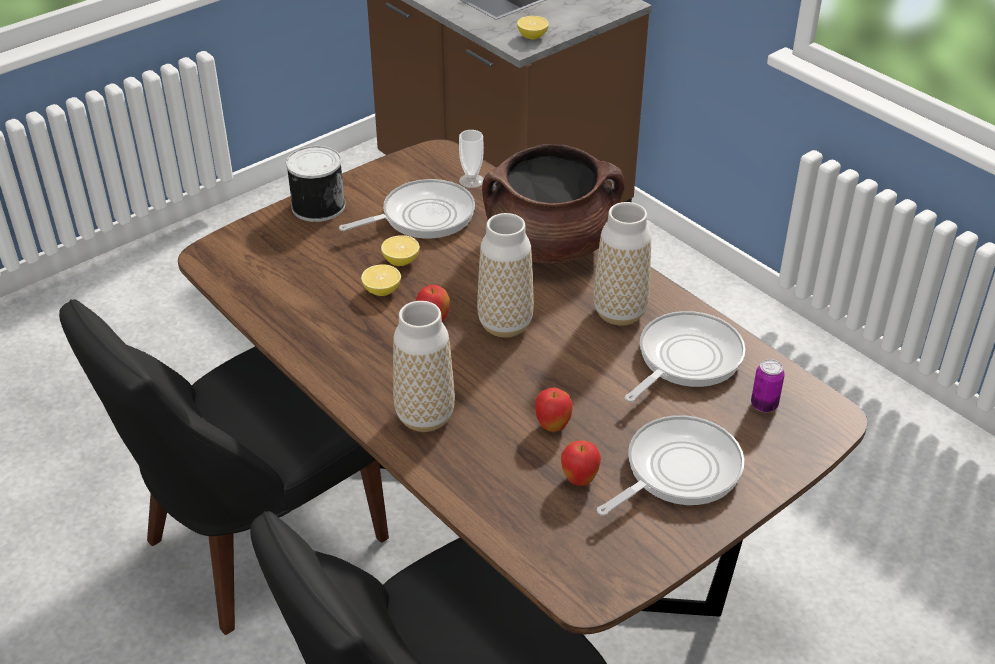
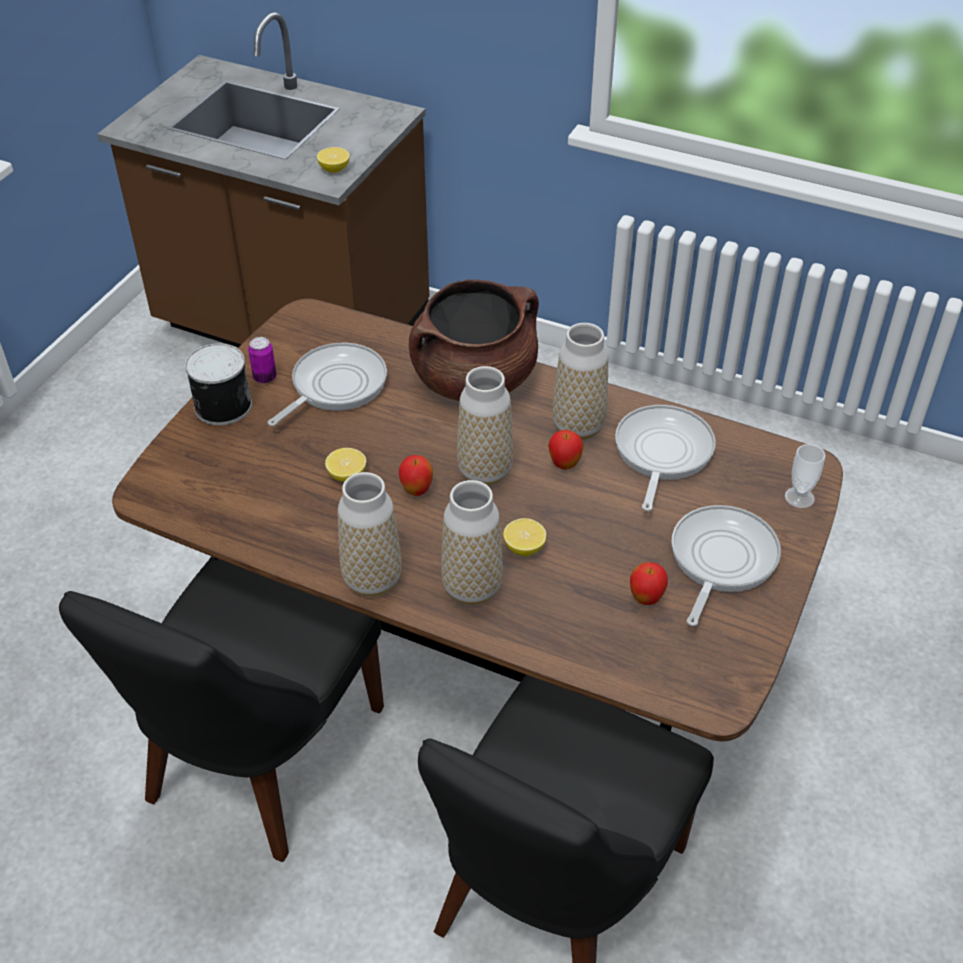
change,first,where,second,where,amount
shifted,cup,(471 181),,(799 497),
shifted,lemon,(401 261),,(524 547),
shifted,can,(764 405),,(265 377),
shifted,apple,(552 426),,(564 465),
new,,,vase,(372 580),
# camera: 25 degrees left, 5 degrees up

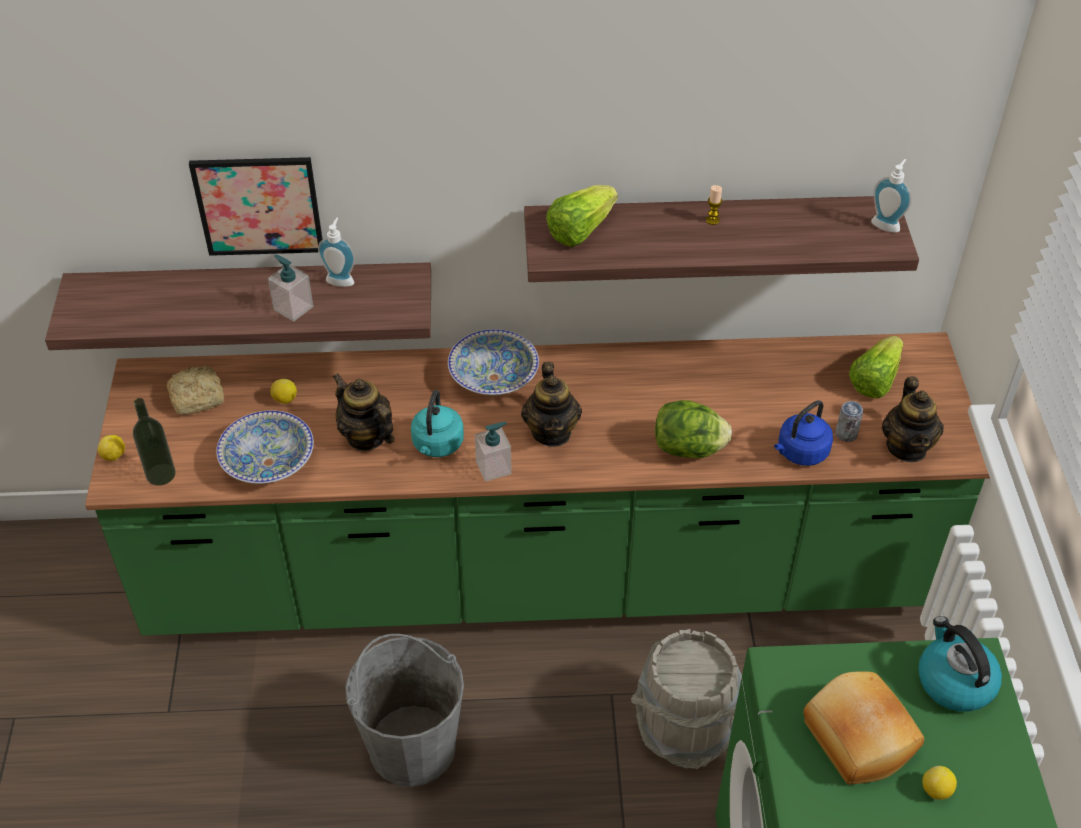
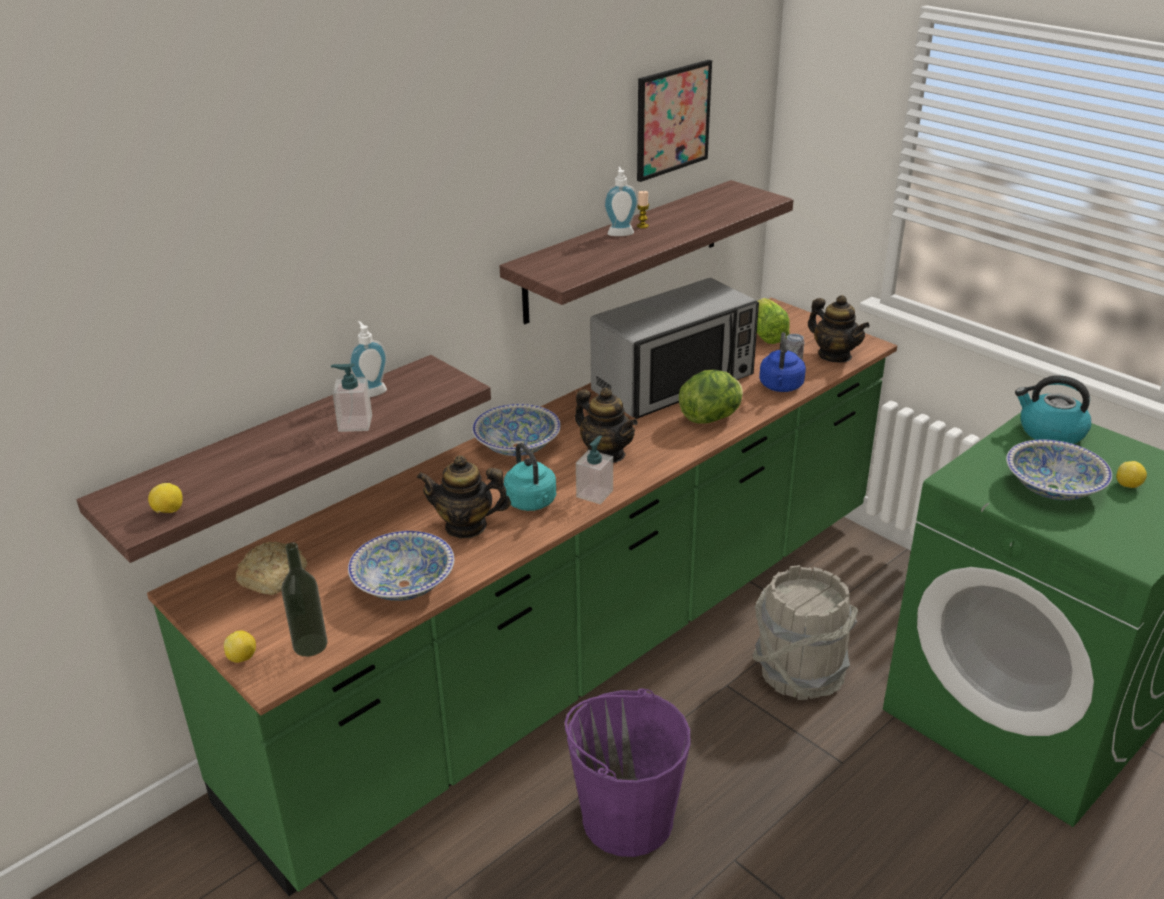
change,first,where,second,where,amount
shifted,picture,(258 205),,(672 120),
shifted,soap dispenser,(886 224),,(620 232),
gone,lettuce,(580 230),,,
shifted,lemon,(285 399),,(168 511),
repainted,bucket/grey,(412 746),bucket/purple,(626 818),
swapped,bread,(856 739),bowl,(1052 488),
new,,,microwave,(674 383),
# camera: 40 degrees left, 15 degrees down

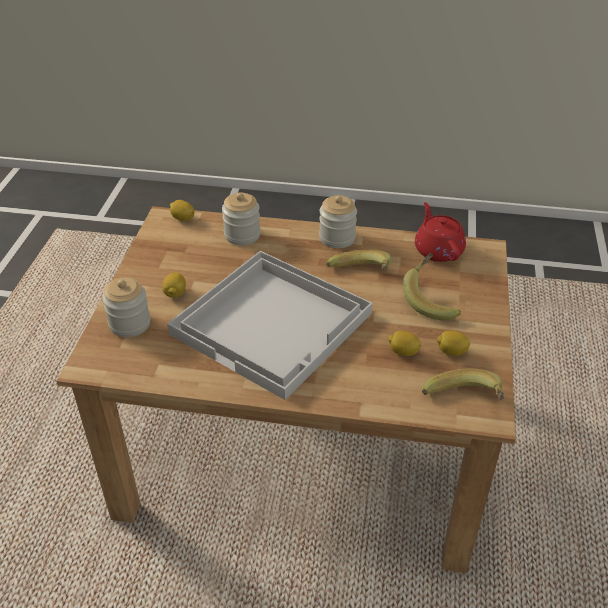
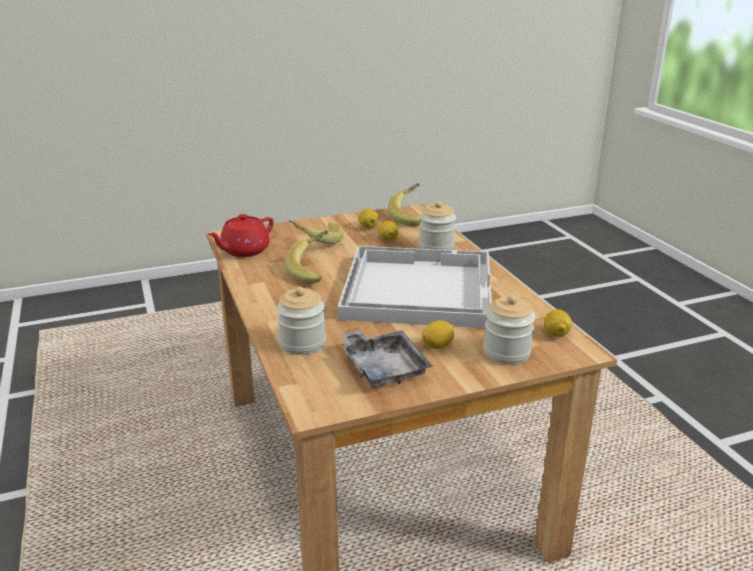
change,first,where,second,where,amount
shifted,jar,(337 238),,(436 247),
shifted,lemon,(183 219),,(556 334),
new,,,tray/grey,(383 368),
# camera: 120 degrees left, 15 degrees down

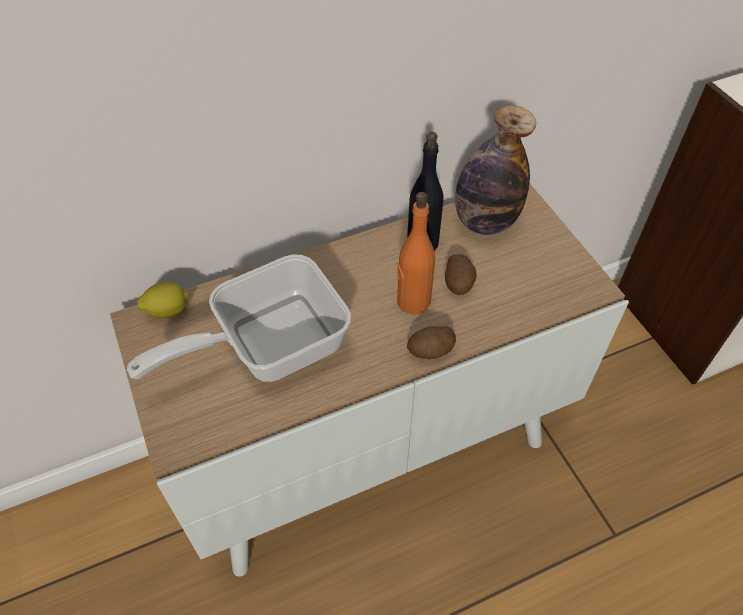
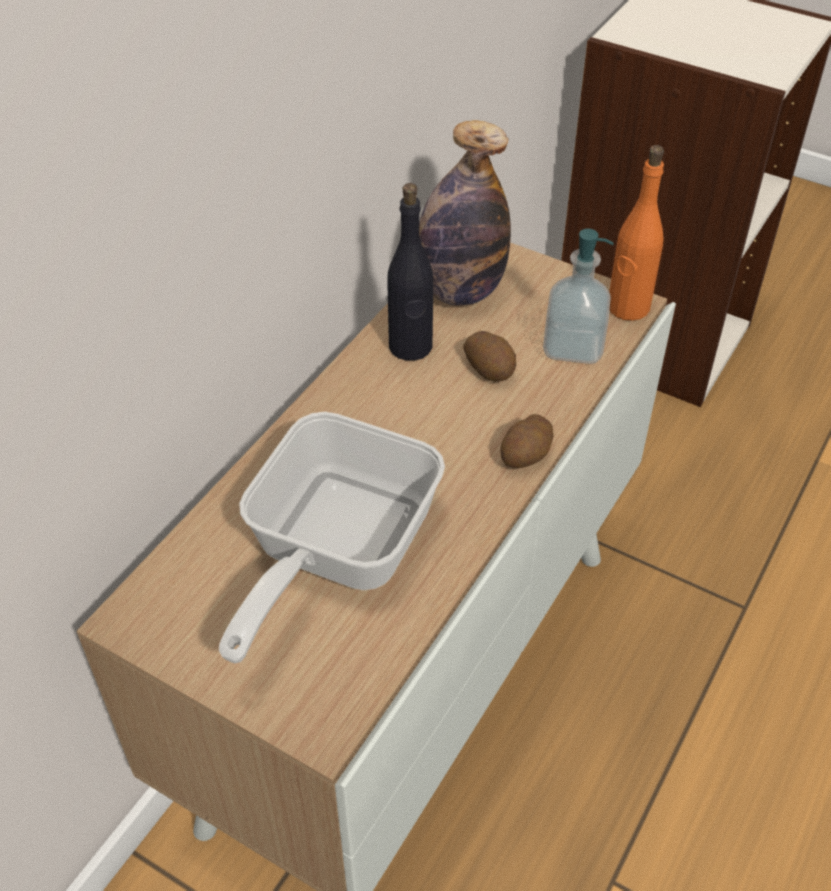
change,first,where,second,where,amount
shifted,bottle/orange,(413 301),,(628 307),
gone,lemon,(168 311),,,
new,,,soap dispenser,(573 346),
# camera: 35 degrees left, 5 degrees down

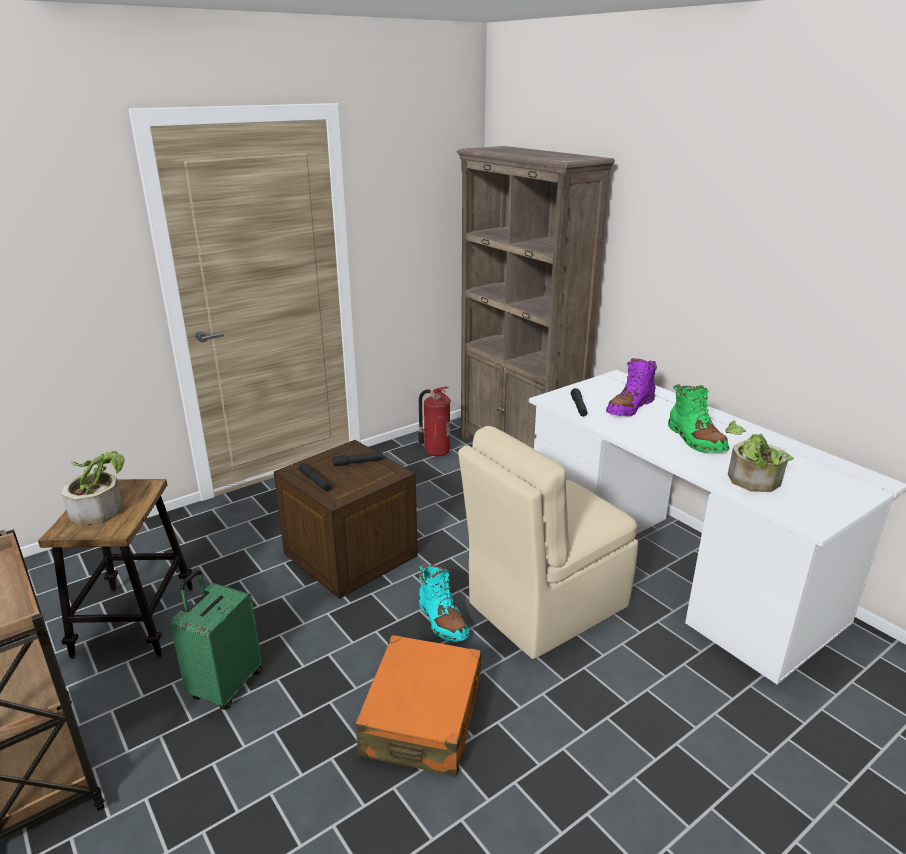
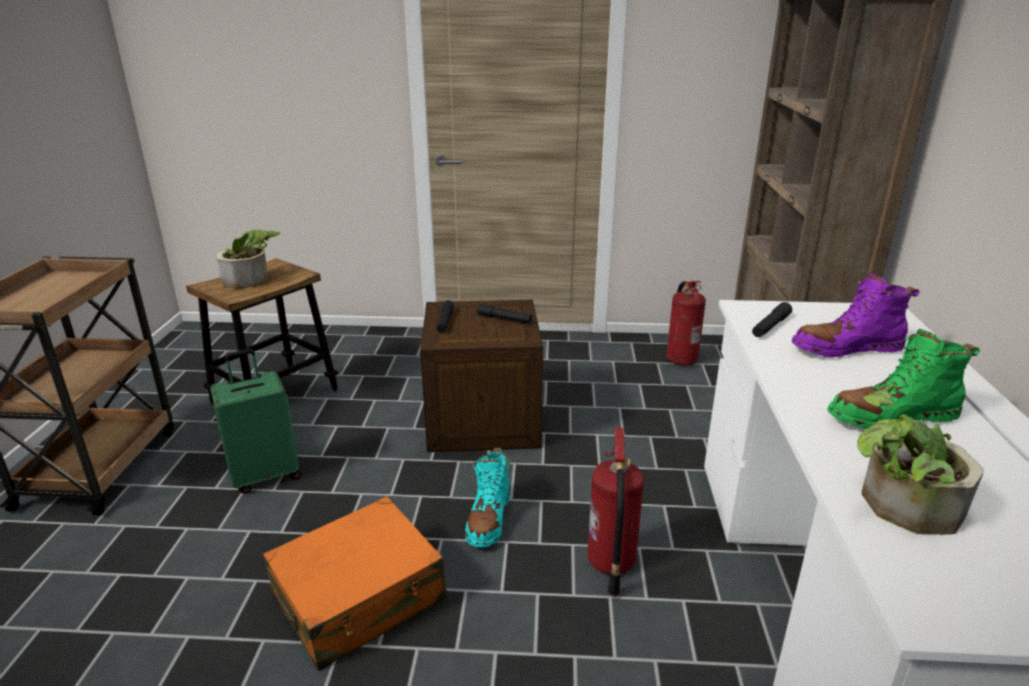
change,first,where,second,where,amount
rotated,boot/green,(695 439),,(891 417),60 degrees clockwise
swapped,chair/beige,(544 606),fire extinguisher,(610 564),
# camera: 40 degrees right, 0 degrees up

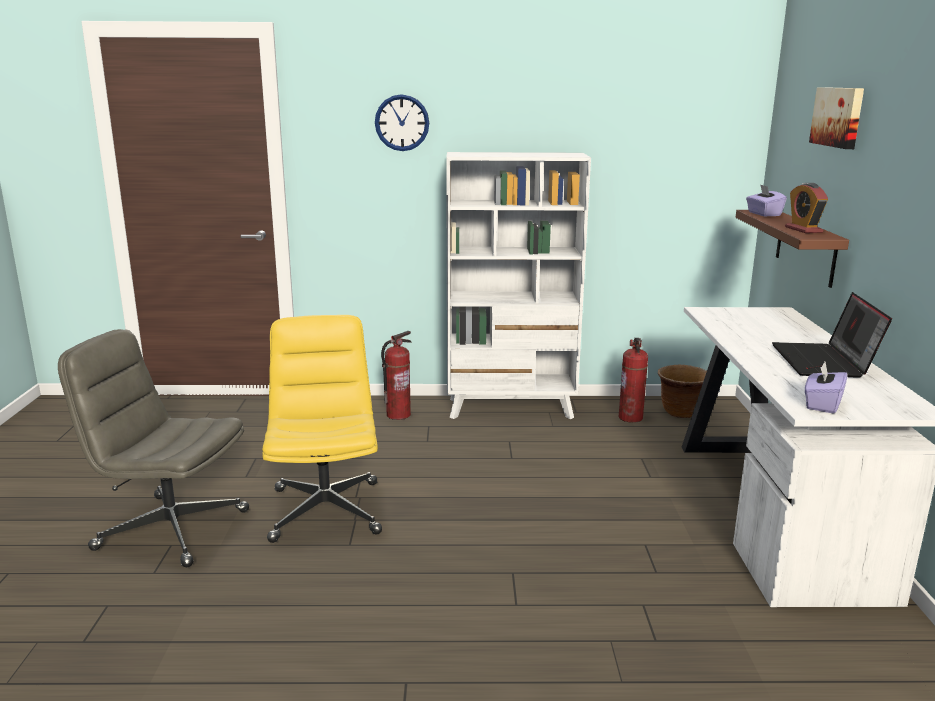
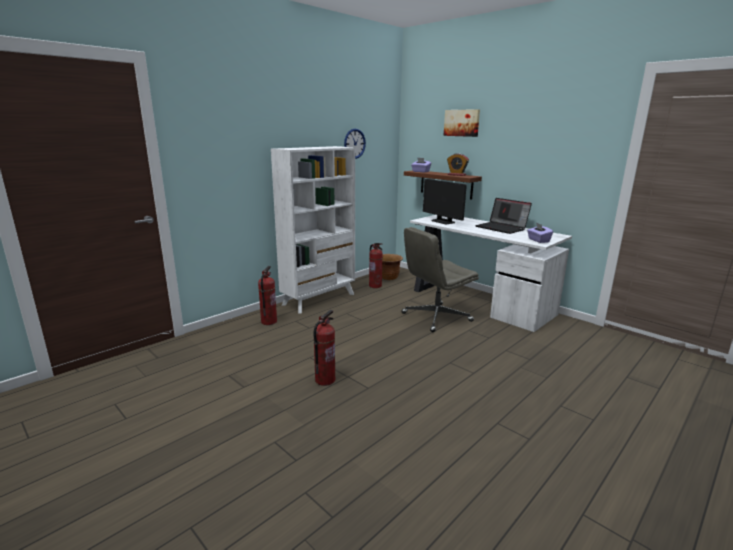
change,first,where,second,where,amount
shifted,wall clock,(402 123),,(354 143),
swapped,office chair/yellow,(325 510),fire extinguisher,(325 380),
shifted,office chair/grey,(170 529),,(436 317),
new,,,monitor,(443 221),
# camera: 45 degrees left, 0 degrees up

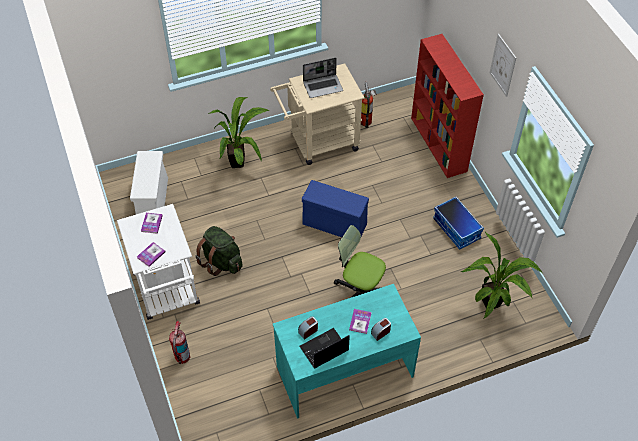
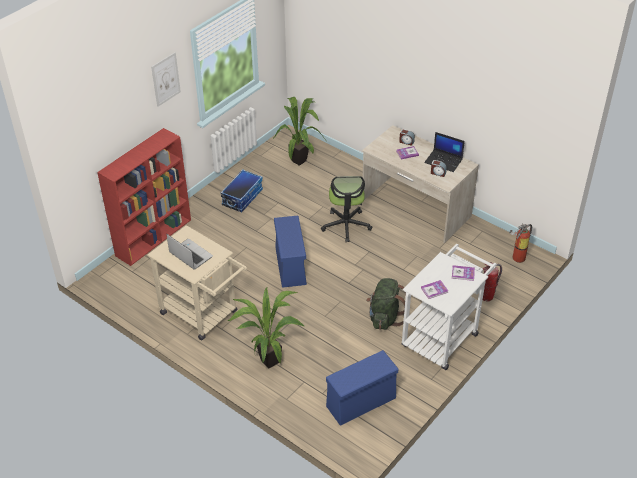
change,first,where,second,where,amount
shifted,fire extinguisher,(366 120),,(516 258),
repainted,storage box/white,(152 199),storage box/blue,(360 403),
repainted,desk/turquoise,(344 370),desk/beige,(415 208),
# camera: 120 degrees left, 10 degrees down

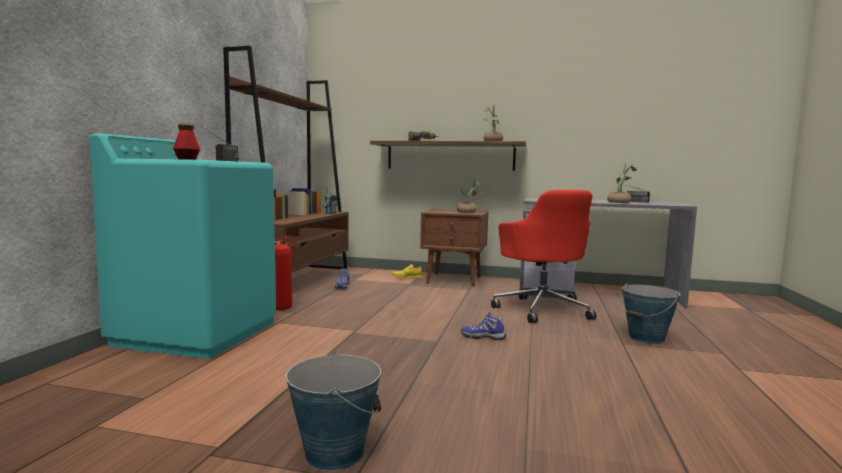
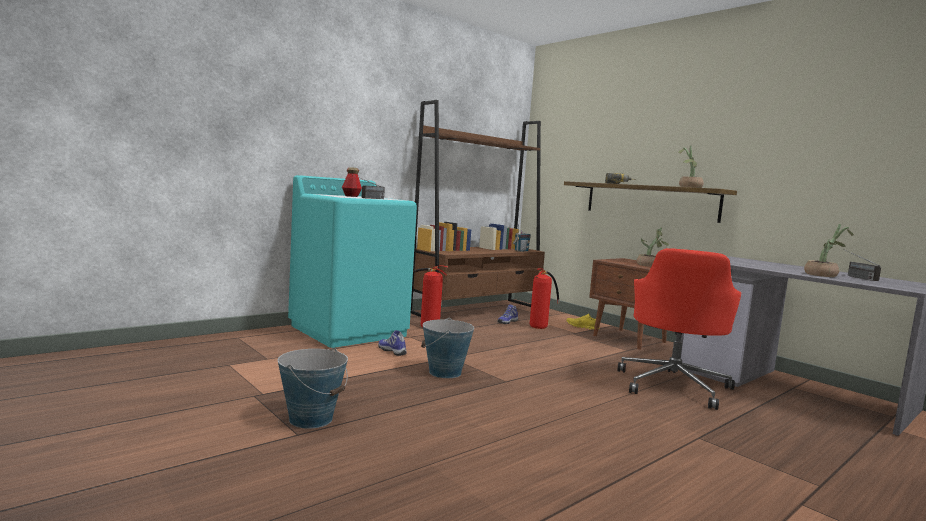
change,first,where,second,where,amount
shifted,bucket,(646 338),,(445 372),
shifted,shoe,(483 337),,(392 351),
new,,,fire extinguisher,(542 325),
# camera: 35 degrees right, 0 degrees up

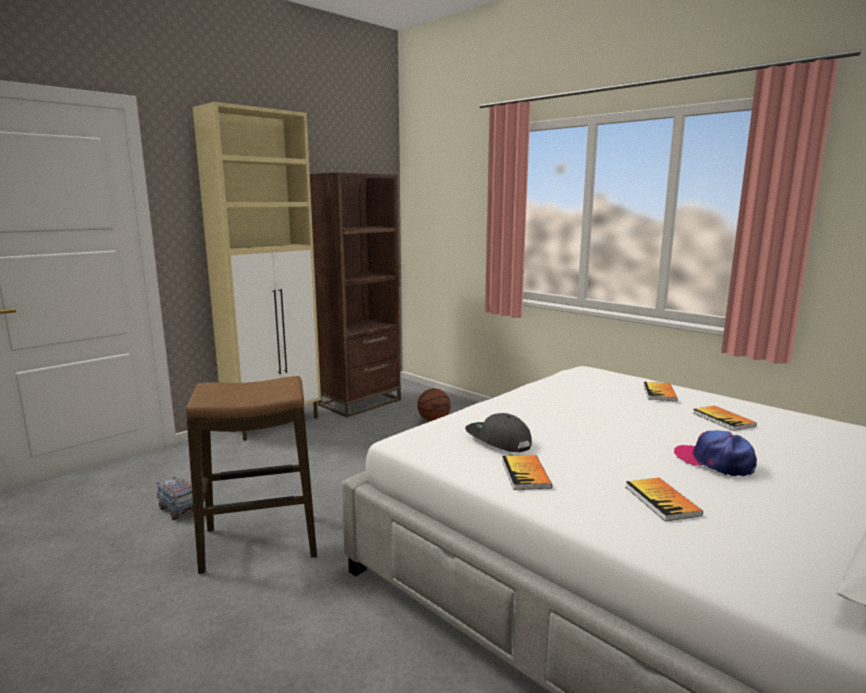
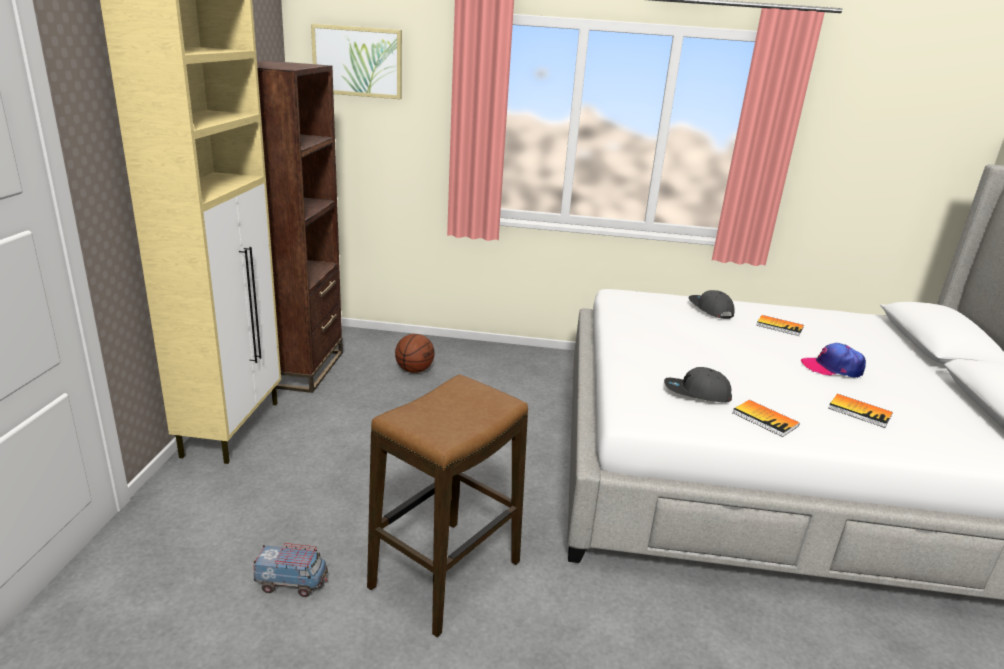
change,first,where,second,where,amount
swapped,book,(659 393),cap/grey,(710 309),
new,,,picture,(357 61),
# camera: 40 degrees left, 10 degrees up

